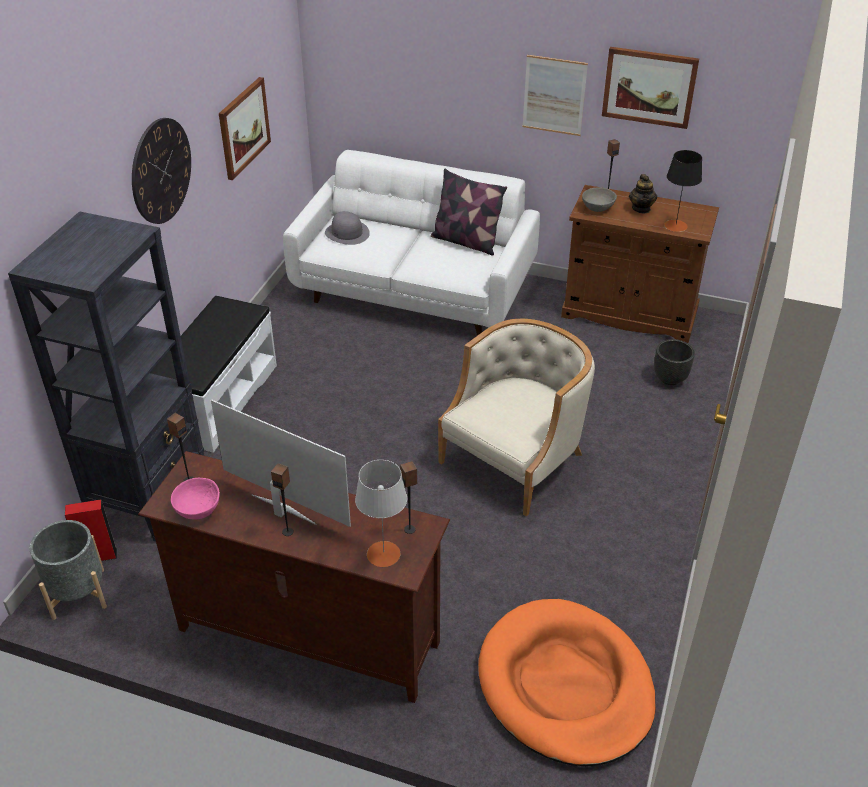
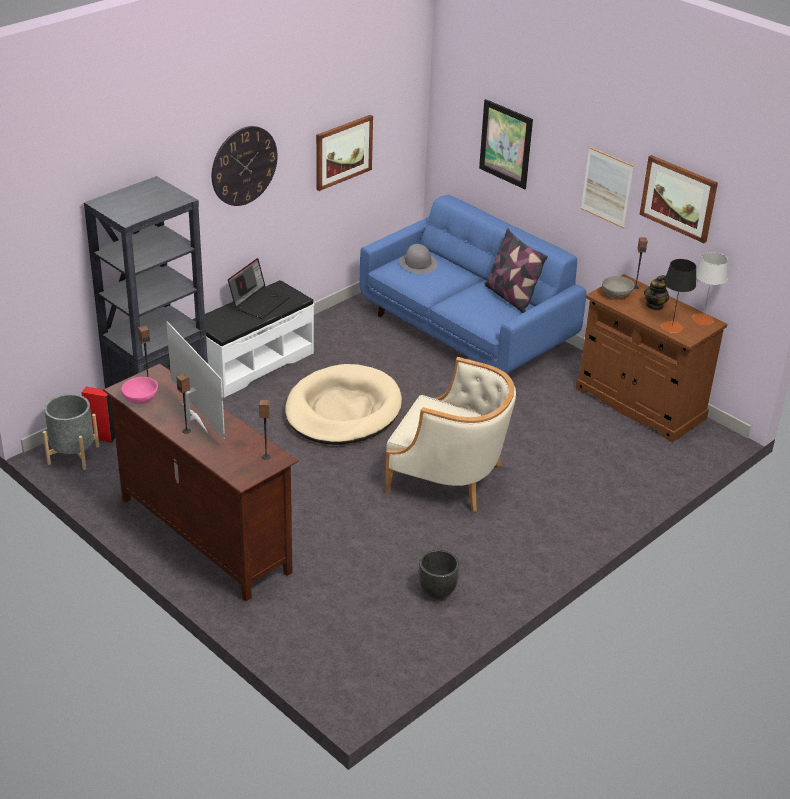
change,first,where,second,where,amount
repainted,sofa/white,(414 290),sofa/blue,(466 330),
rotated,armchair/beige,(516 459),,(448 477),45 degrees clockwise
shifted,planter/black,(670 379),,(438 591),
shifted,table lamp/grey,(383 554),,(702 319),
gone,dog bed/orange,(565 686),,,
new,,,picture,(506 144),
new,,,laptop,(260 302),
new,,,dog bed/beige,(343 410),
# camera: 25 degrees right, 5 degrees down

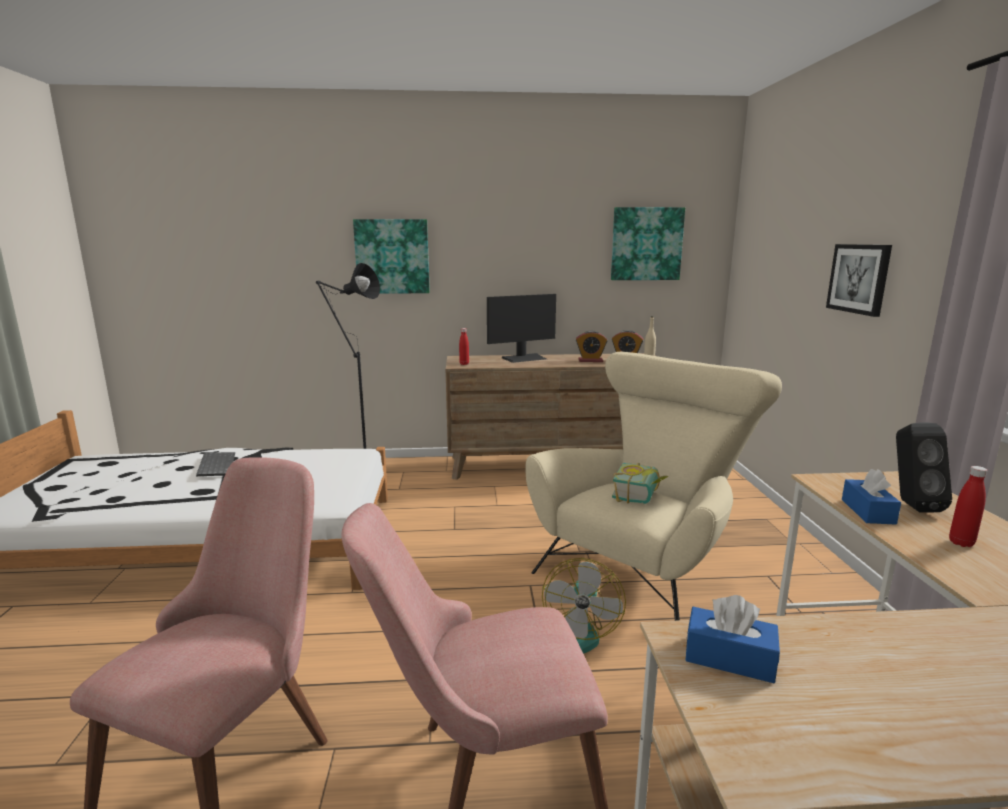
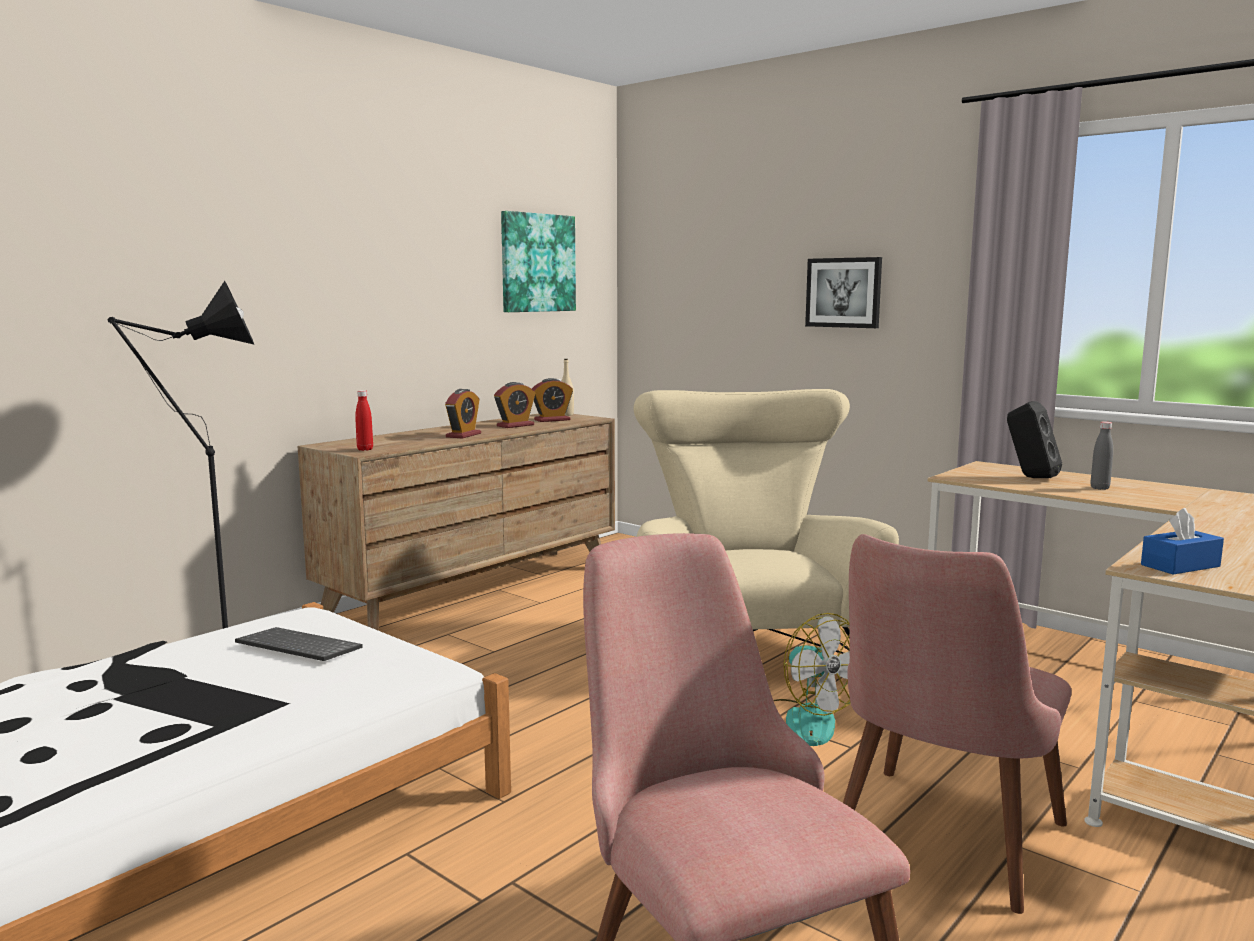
change,first,where,second,where,amount
gone,picture,(392 256),,,
gone,monitor,(524 358),,,
shifted,keyboard,(215 465),,(296 648),
gone,book,(641 496),,,
repainted,bottle/red,(961 543),bottle/grey,(1099 488),
gone,tissue box/blue,(868 511),,,
new,,,alarm clock,(463 435),
# camera: 45 degrees left, 5 degrees down

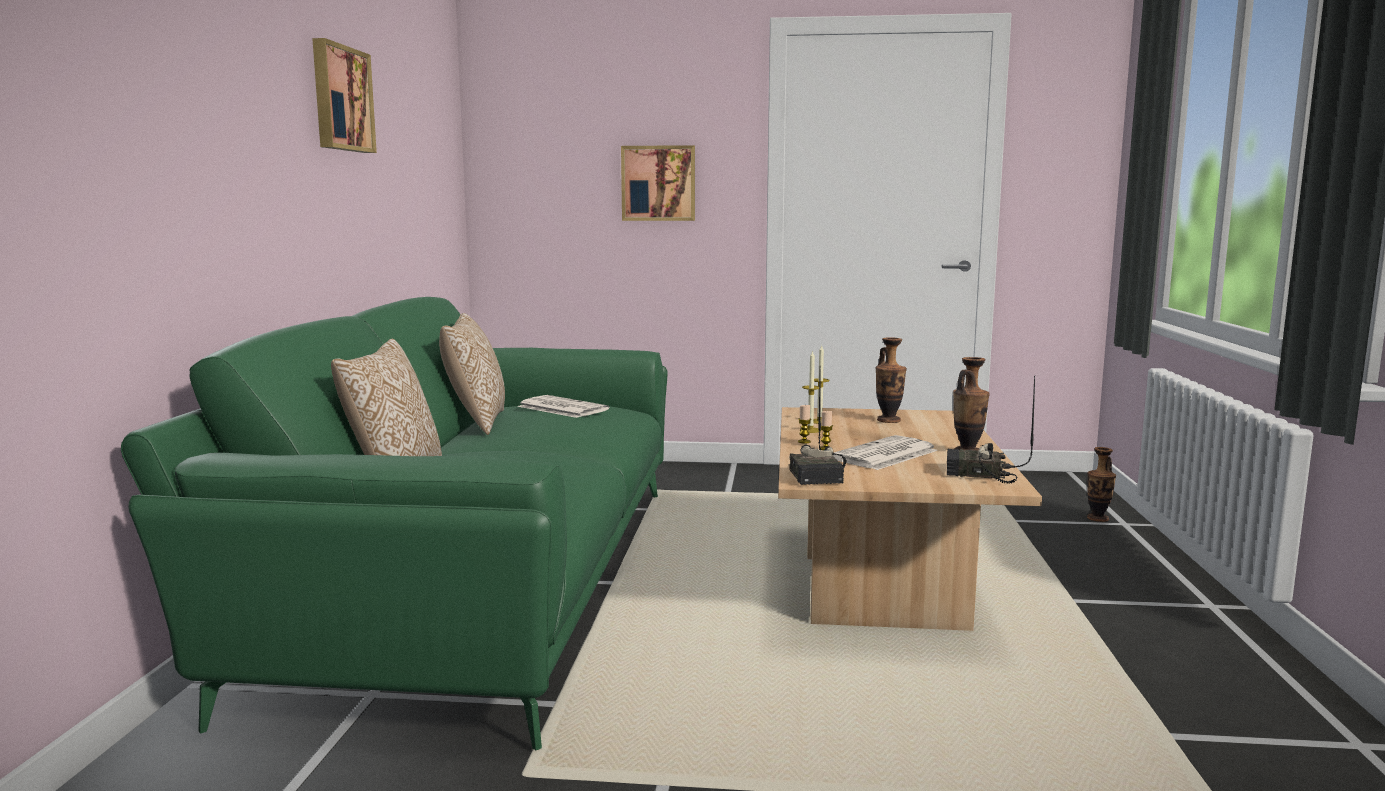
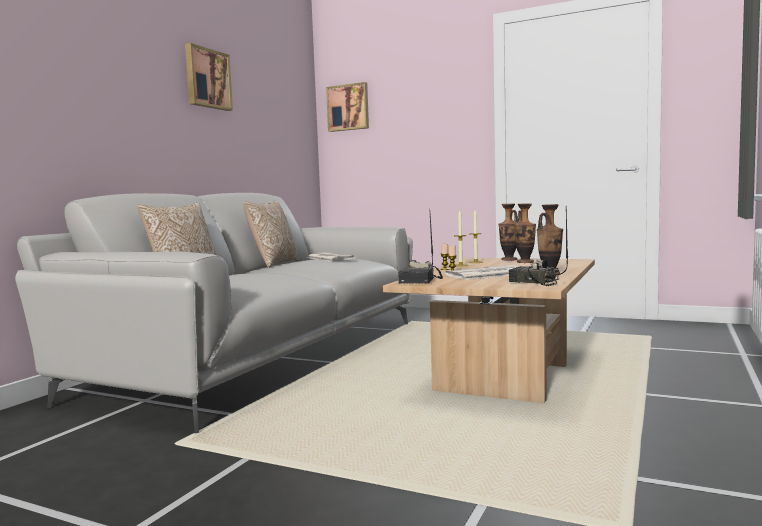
change,first,where,second,where,amount
shifted,picture,(658 183),,(348 107),
repainted,sofa/green,(482 579),sofa/grey,(261 356),
shifted,vase,(1097 519),,(509 259),
# camera: 20 degrees right, 5 degrees down

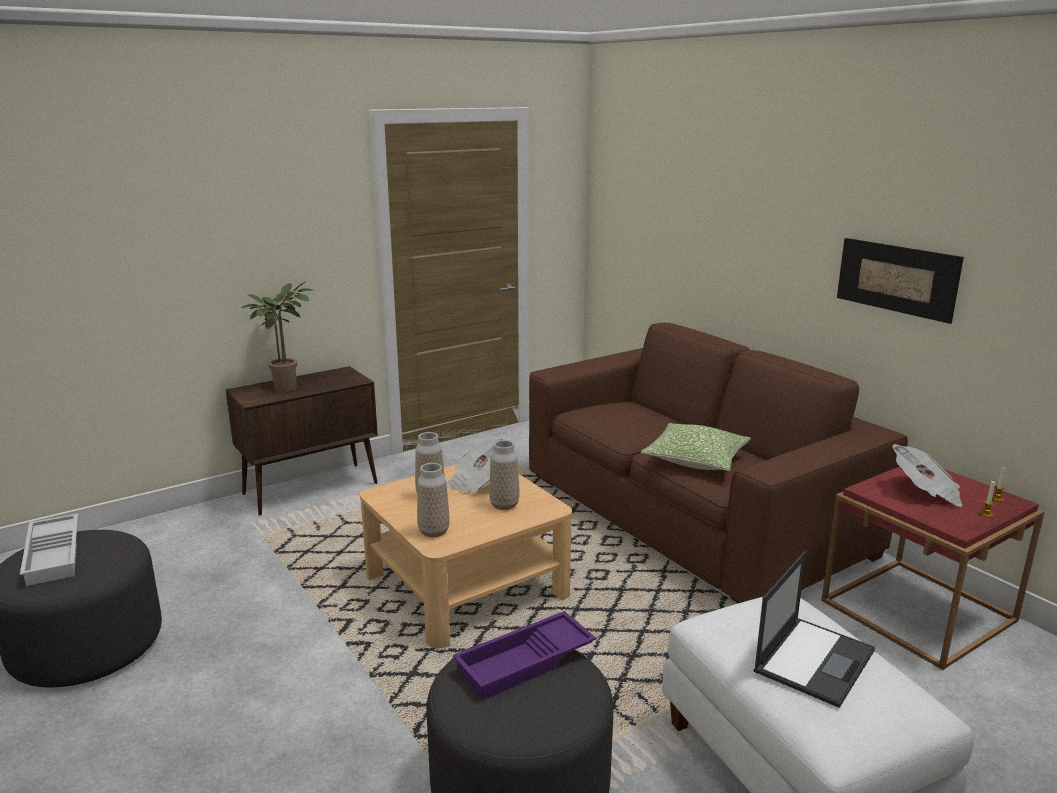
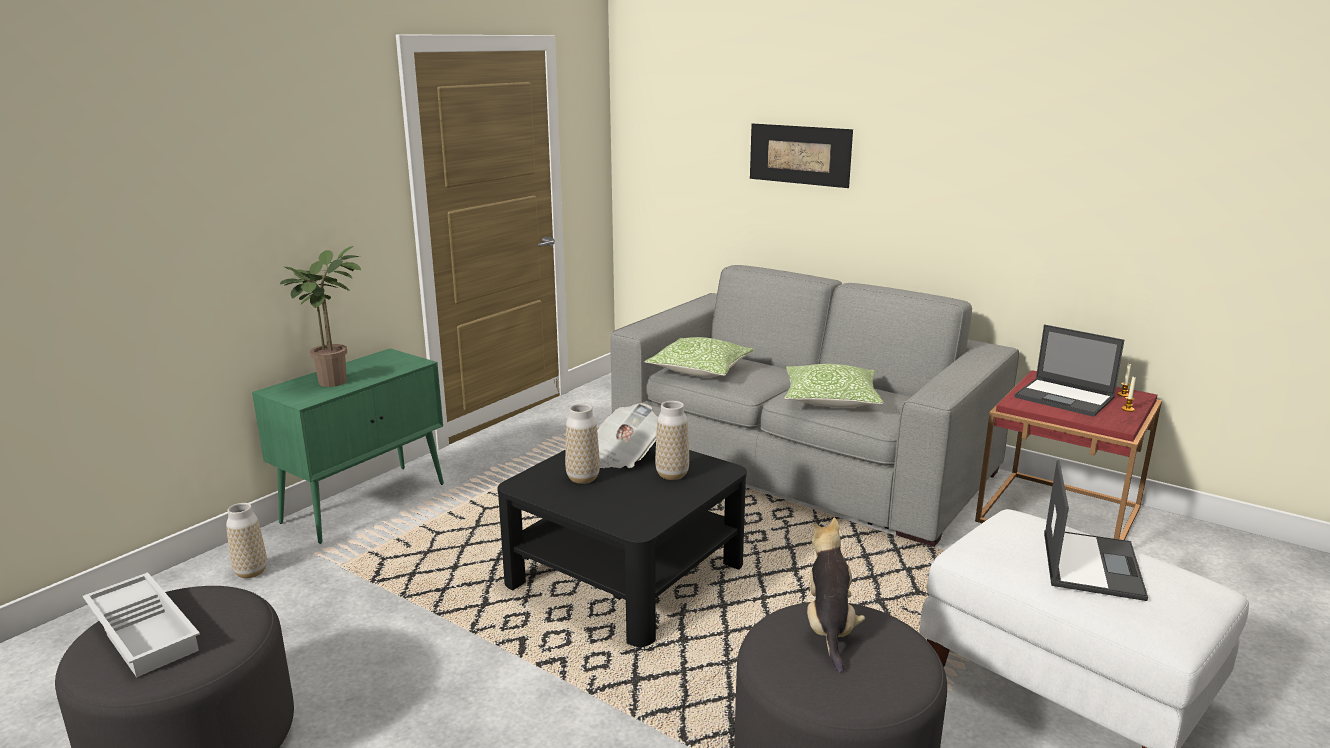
change,first,where,second,where,amount
shifted,picture,(896 278),,(799 154),
repainted,sofa/brown,(691 514),sofa/grey,(802 461),
repainted,cabinet/brown,(312 488),cabinet/green,(366 502),
swapped,newspaper,(925 492),laptop,(1065 398),
shifted,vase,(434 532),,(251 572),
repainted,coffee table/beige,(467 585),coffee table/black,(627 574),
swapped,tray/purple,(525 663),plush toy,(829 628),
new,,,pillow,(700 370),
# camera: 20 degrees left, 0 degrees up

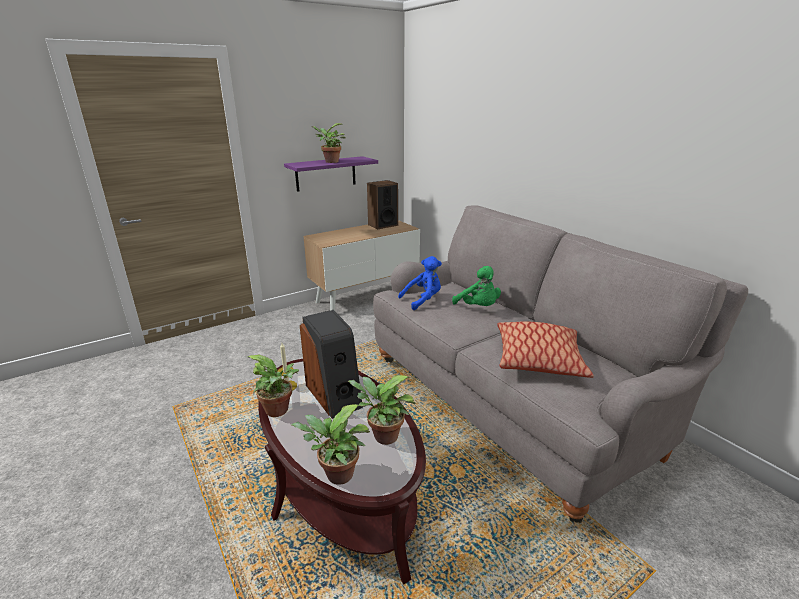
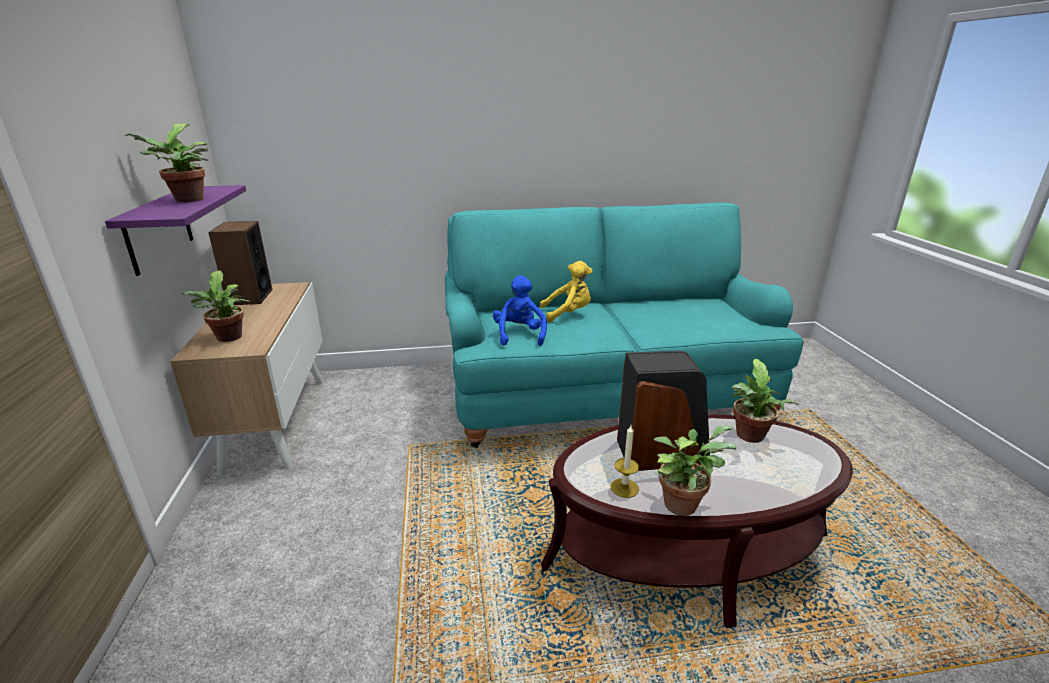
change,first,where,second,where,amount
repainted,sofa/grey,(512 400),sofa/turquoise,(602 394),
repainted,plush toy/green,(478 307),plush toy/yellow,(568 314),
gone,pillow,(539 360),,,
shifted,potted plant,(336 476),,(228 338),
# camera: 65 degrees left, 0 degrees up

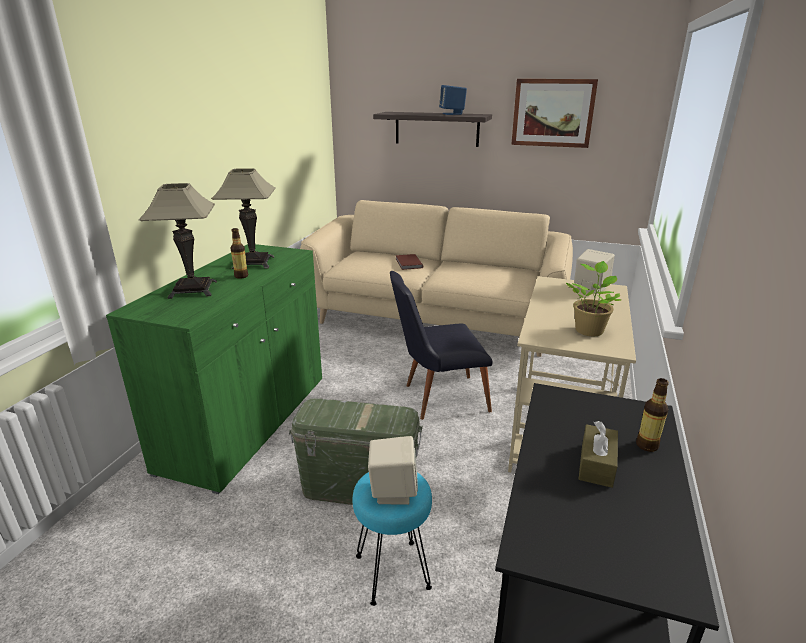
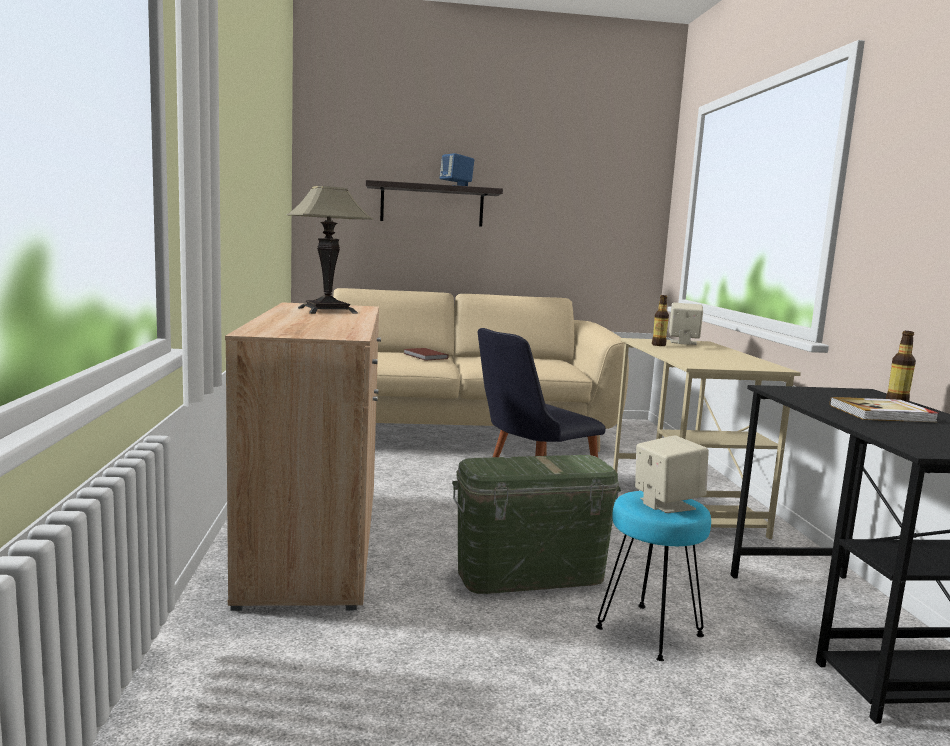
change,first,where,second,where,amount
gone,picture,(553 113),,,
gone,table lamp,(193 289),,,
shifted,bottle,(241 276),,(658 345),
repainted,cabinet/green,(247 422),cabinet/beige,(315 541),
gone,potted plant,(589 329),,,
swapped,tissue box/brown,(596 464),book,(882 414),
# camera: 25 degrees left, 15 degrees down

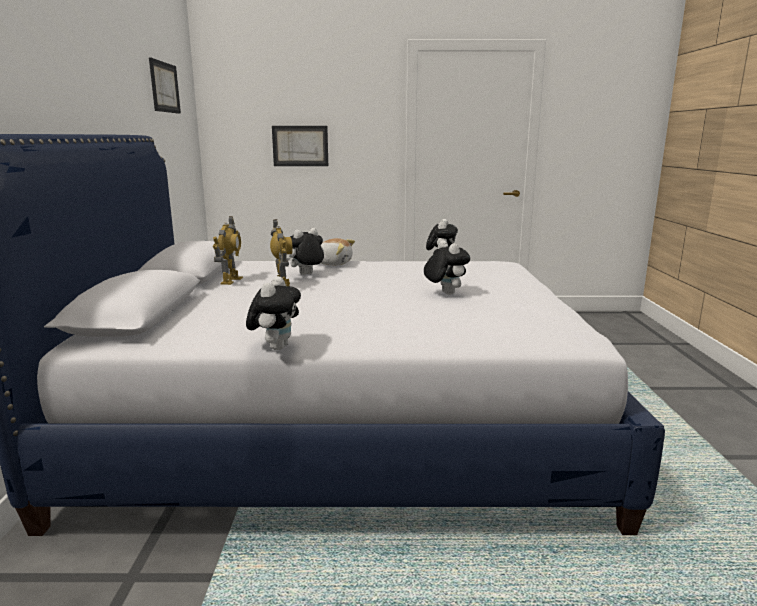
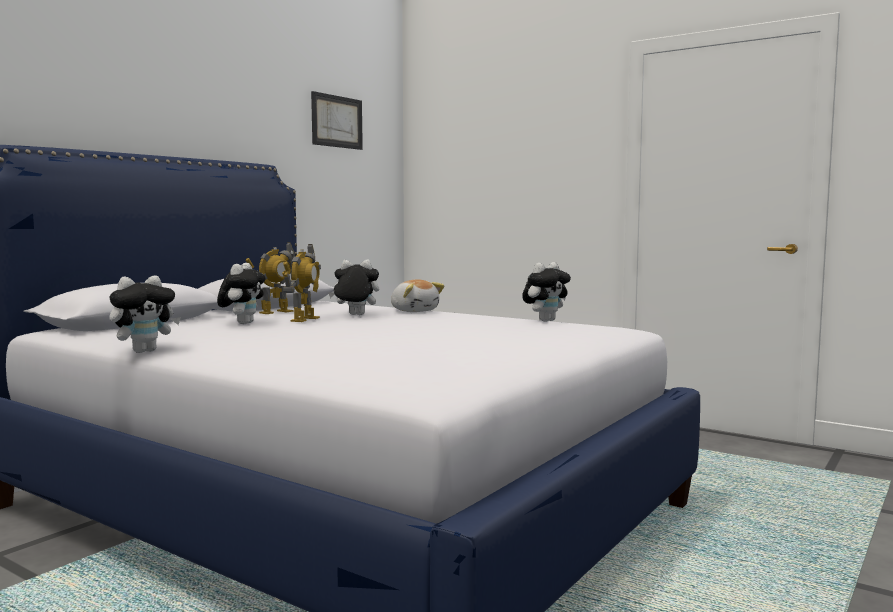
change,first,where,second,where,amount
gone,picture,(300 146),,,
shifted,plush toy,(444 293),,(243 323),
# camera: 35 degrees right, 10 degrees down

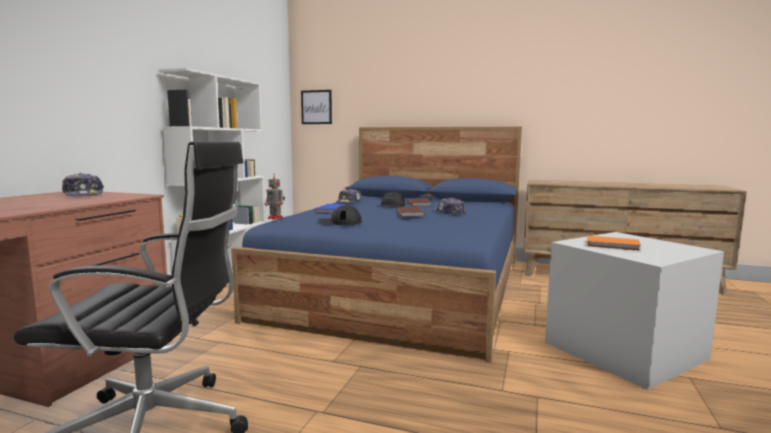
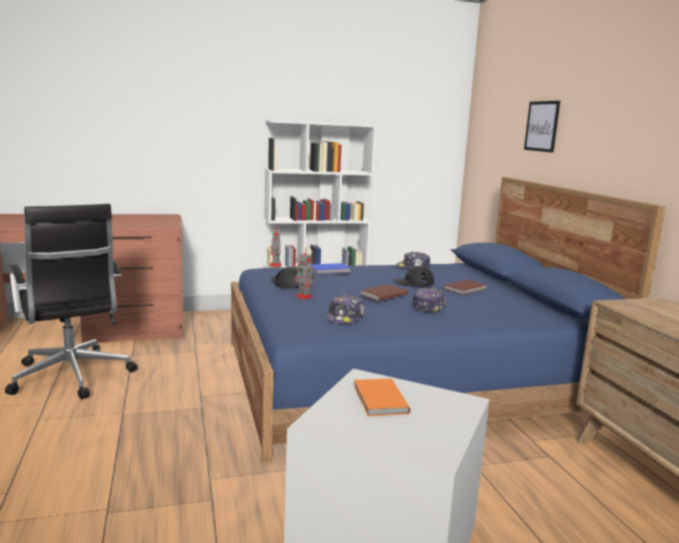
change,first,where,second,where,amount
shifted,picture,(316 107),,(542 126),
shifted,cap,(84 195),,(346 317),
new,,,toy robot,(304 297),
# camera: 55 degrees right, 5 degrees up

